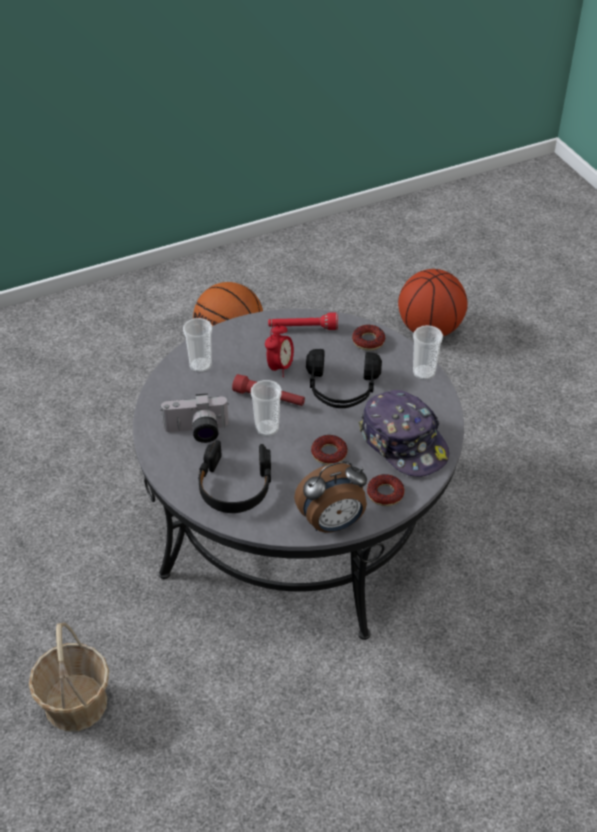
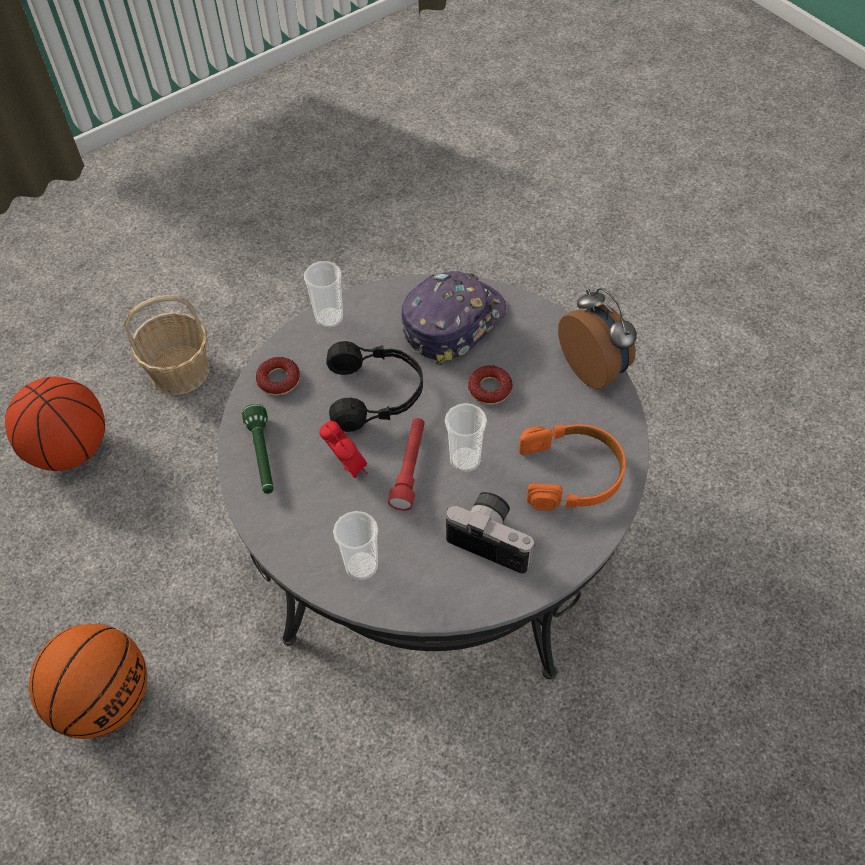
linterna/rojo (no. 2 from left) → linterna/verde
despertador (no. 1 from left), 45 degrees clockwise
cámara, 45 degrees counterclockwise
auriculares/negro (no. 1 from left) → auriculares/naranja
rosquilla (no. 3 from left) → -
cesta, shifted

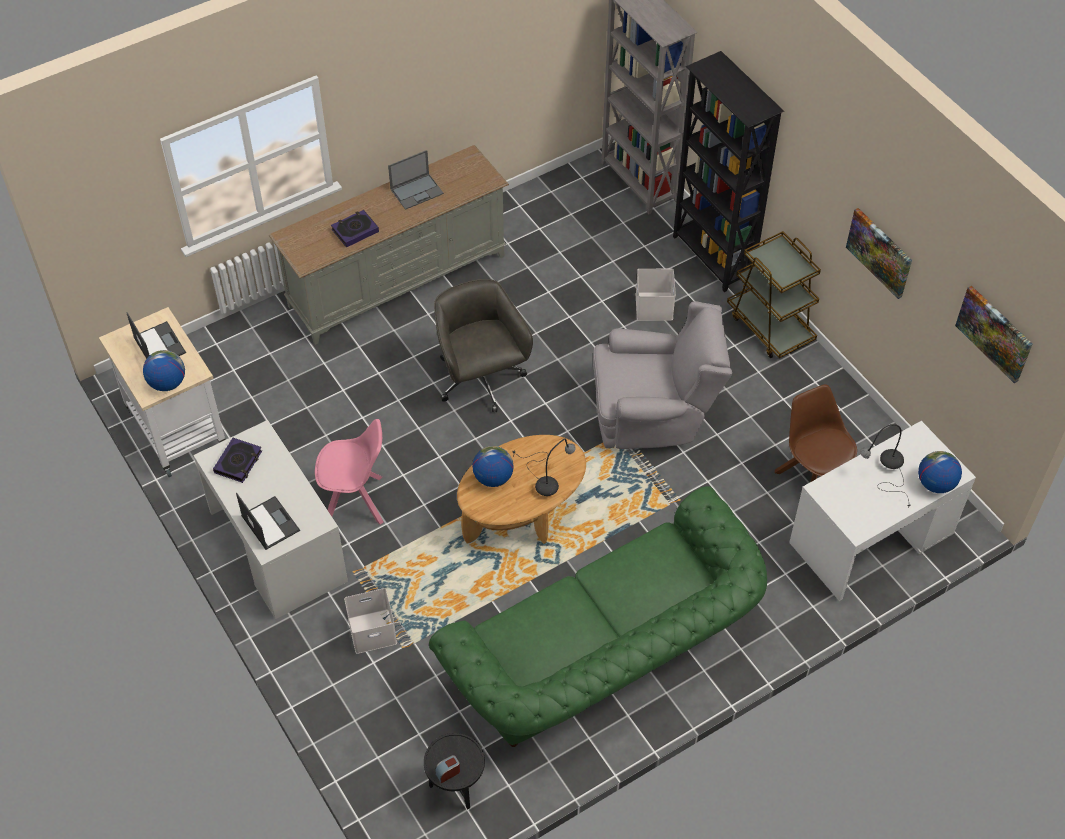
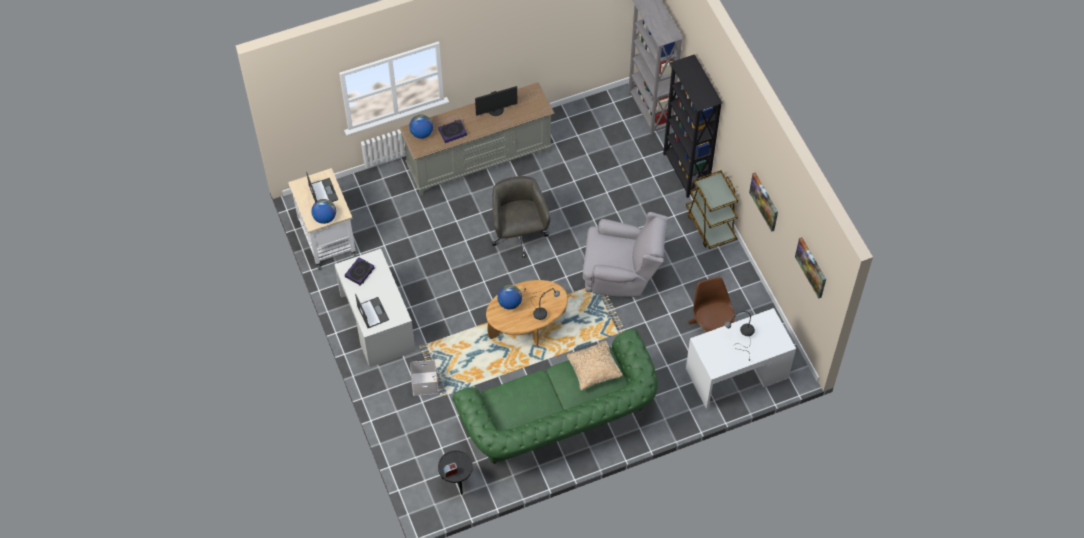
portátil (no. 3 from left) → monitor
caja de almacenaje/blanco (no. 2 from left) → -
silla/rosa → -
globo terráqueo (no. 3 from left in the first image) → globo terráqueo (no. 2 from left), shifted
- → cojín/beis

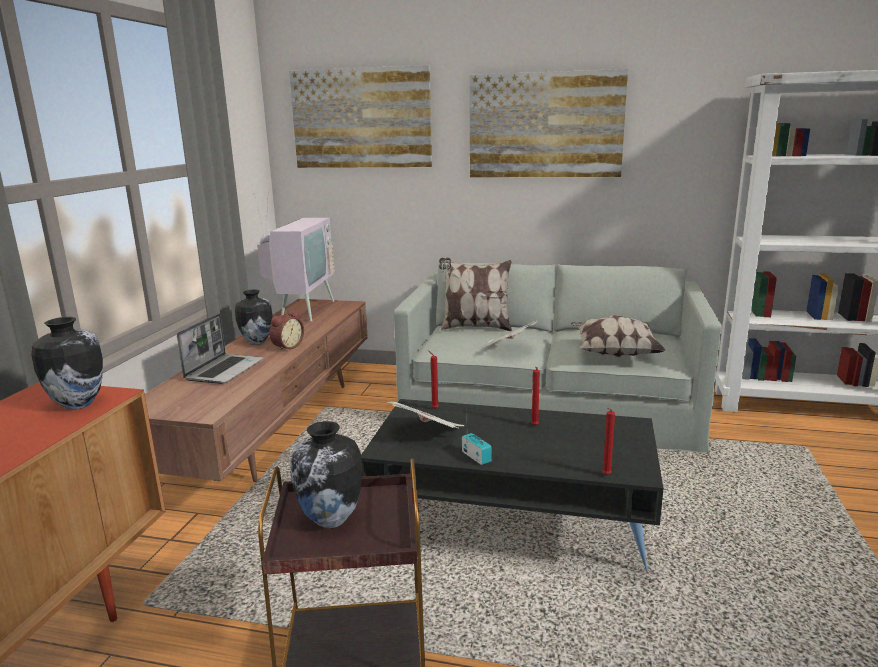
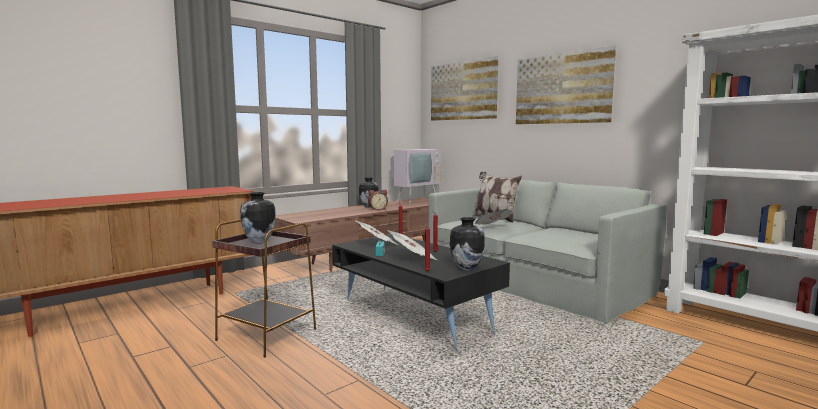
portátil → -
cojín (no. 2 from left) → -
florero (no. 1 from left in the first image) → florero (no. 3 from left), shifted
- → periódico (no. 2 from left)

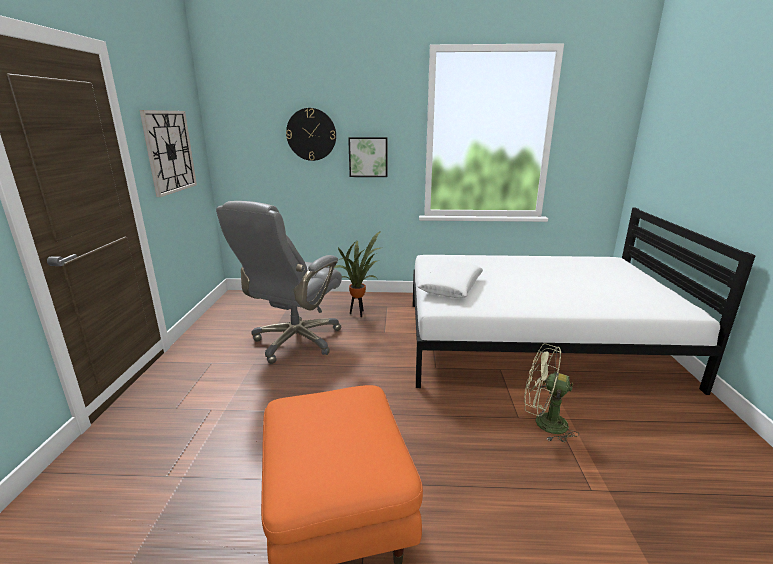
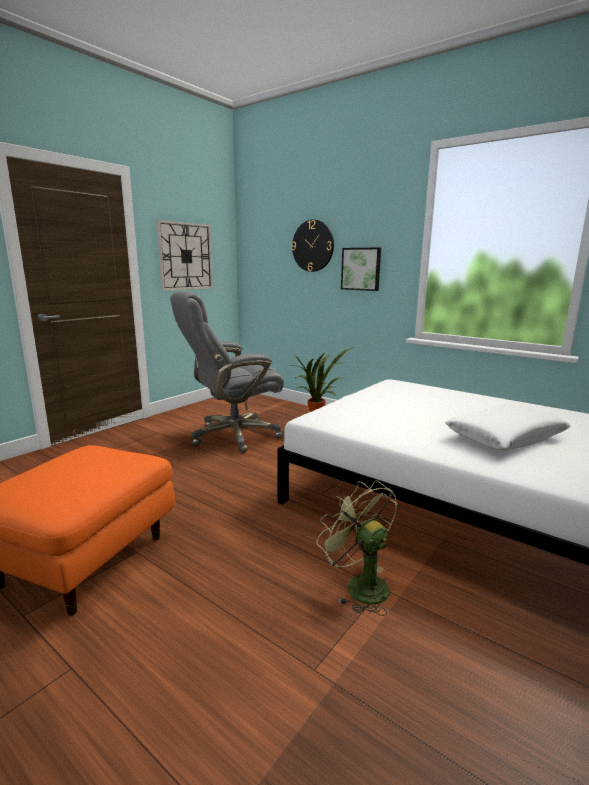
cojín/blanco, shifted

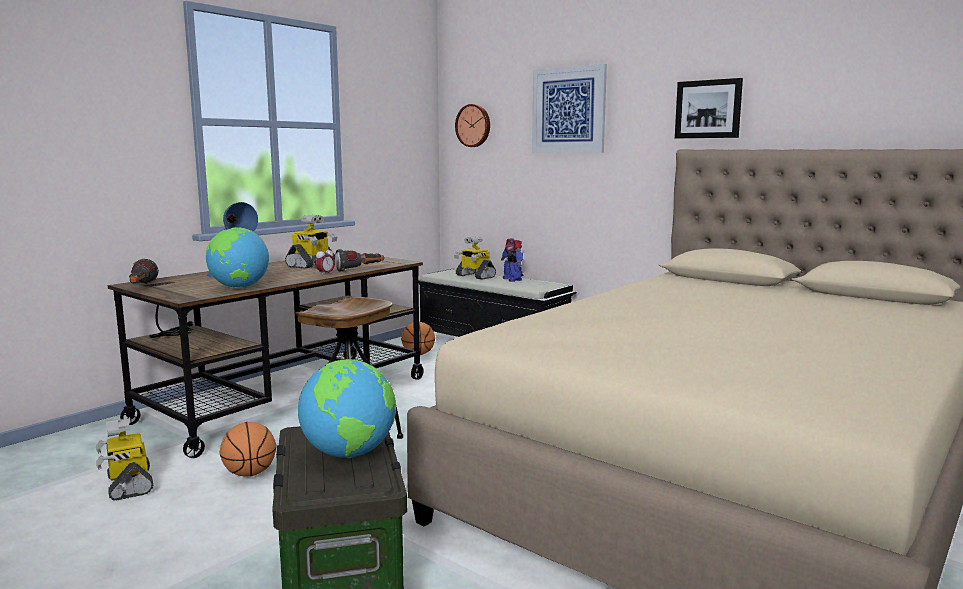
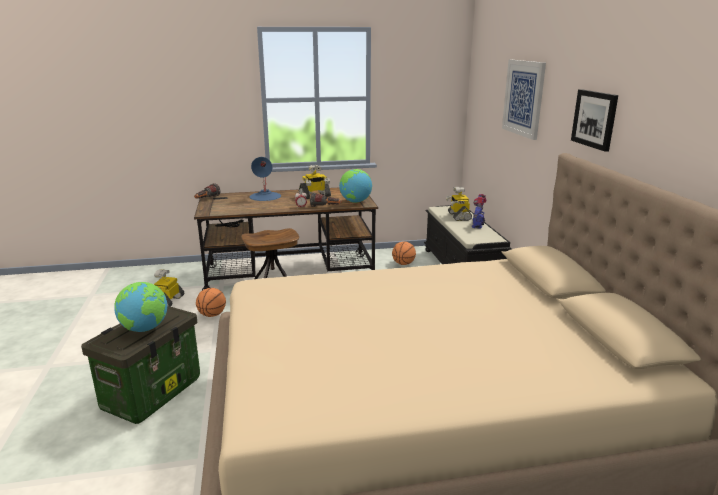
reloj de pared → -
globo terráqueo (no. 1 from left in the first image) → globo terráqueo (no. 2 from left), shifted

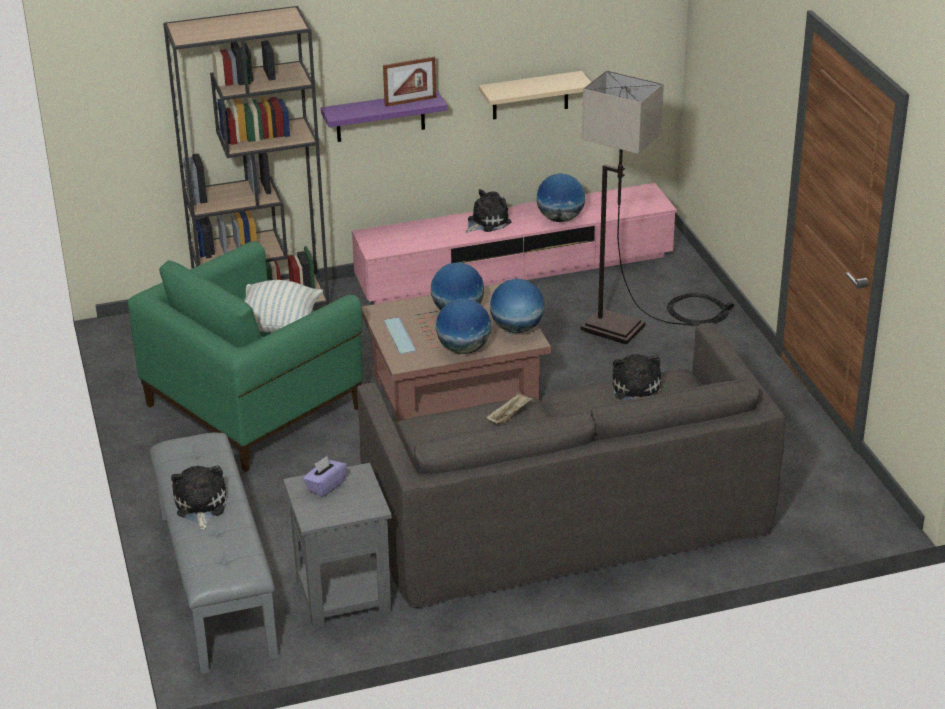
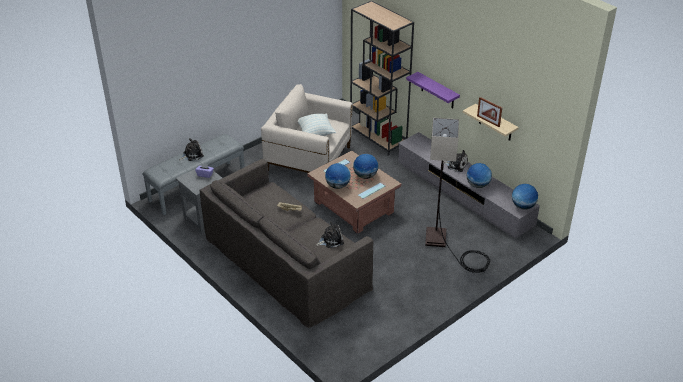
portarretratos, shifted
mueble de televisión/rosa → mueble de televisión/gris
sillón/verde → sillón/beis
globo terráqueo (no. 3 from left in the first image) → globo terráqueo (no. 4 from left), shifted

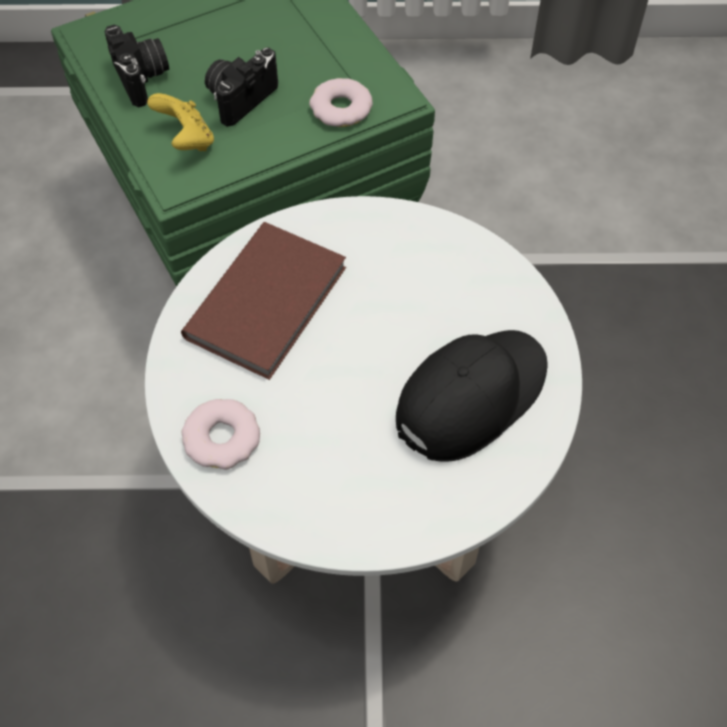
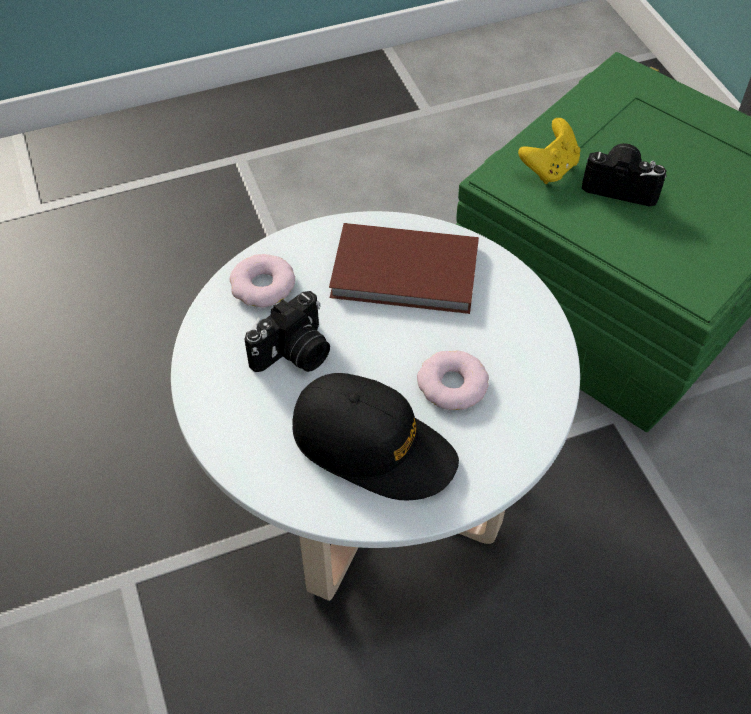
cámara (no. 1 from left), shifted
rosquilla (no. 2 from left), shifted

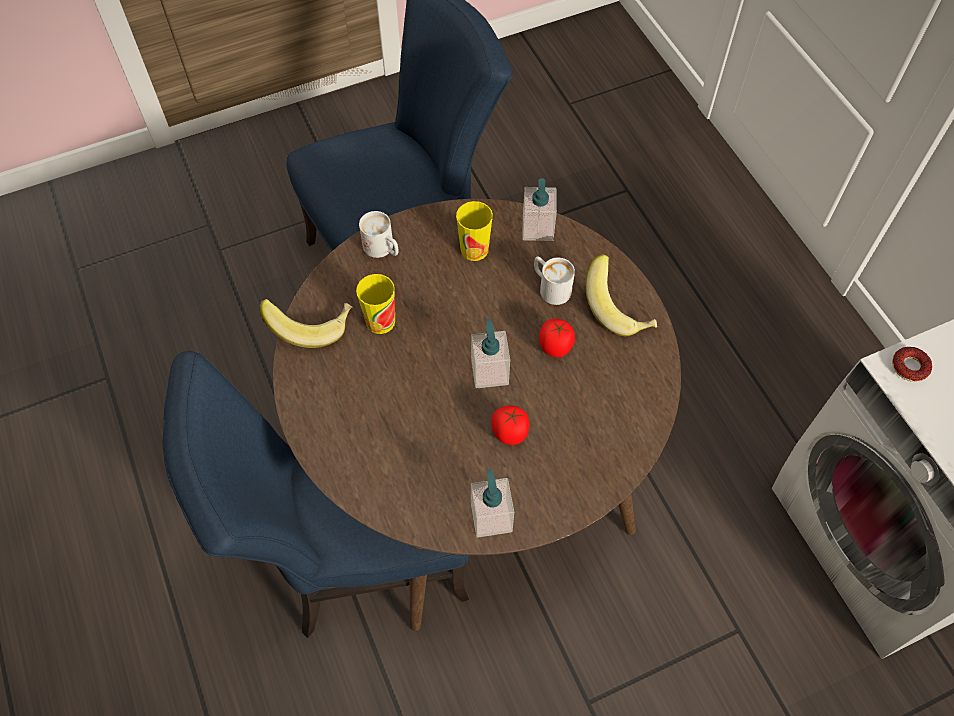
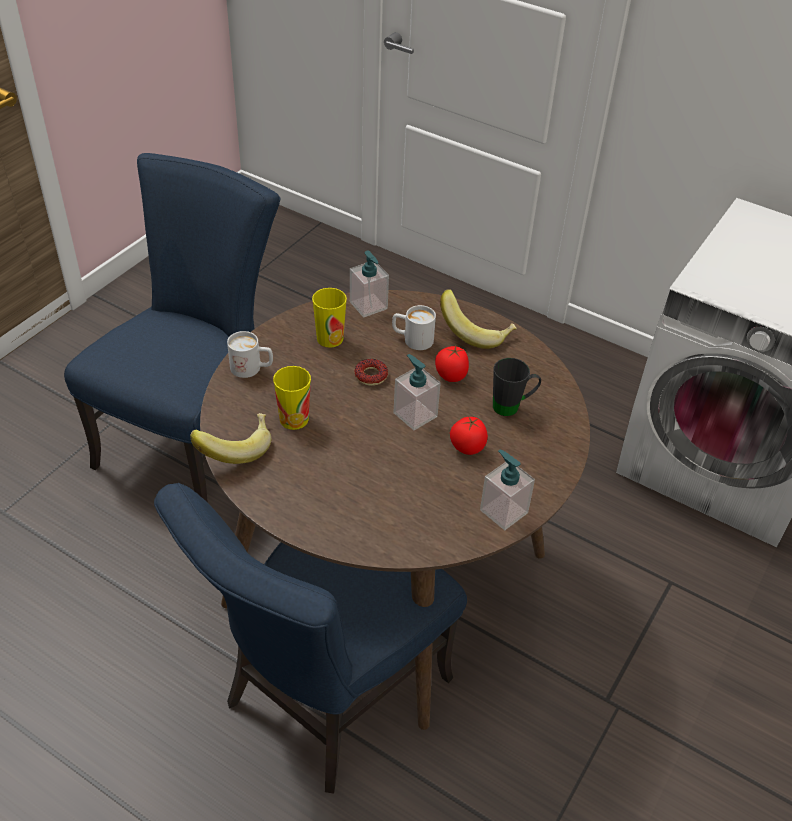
rosquilla, shifted
- → taza grande/negro

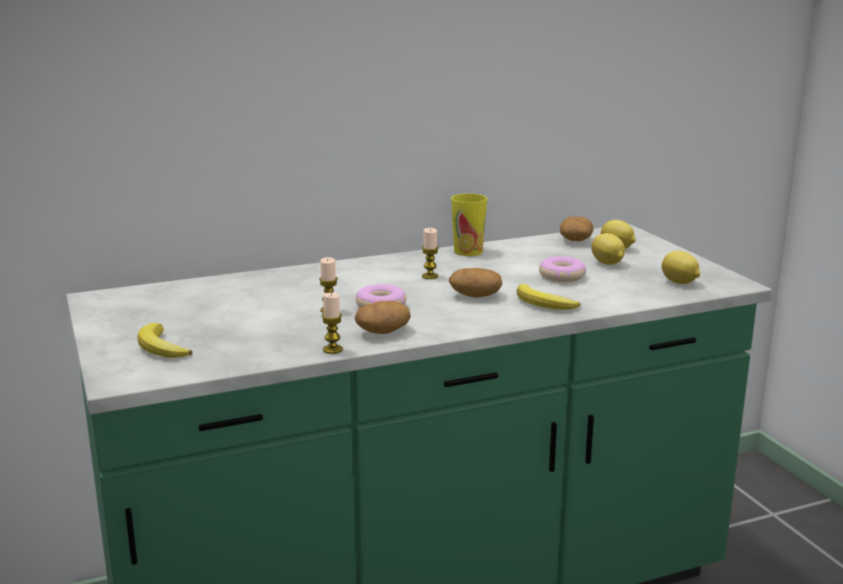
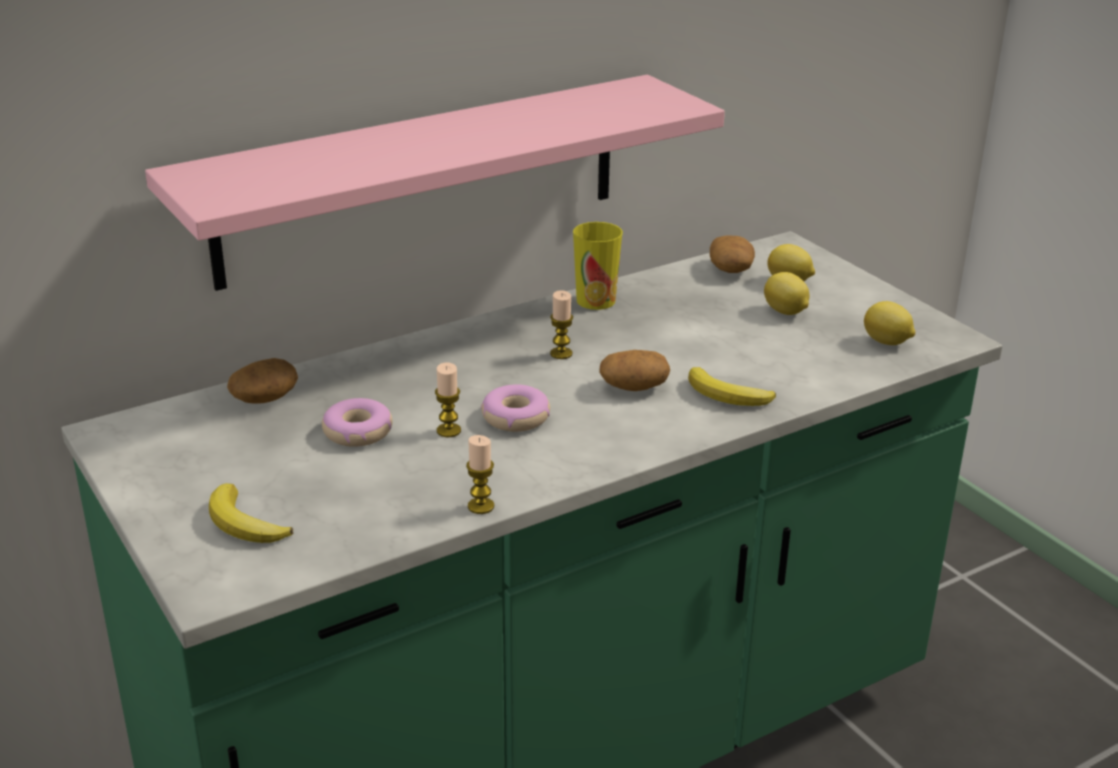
rosquilla (no. 2 from left in the first image) → rosquilla (no. 1 from left), shifted
patata (no. 1 from left), shifted
- → estante/rosa

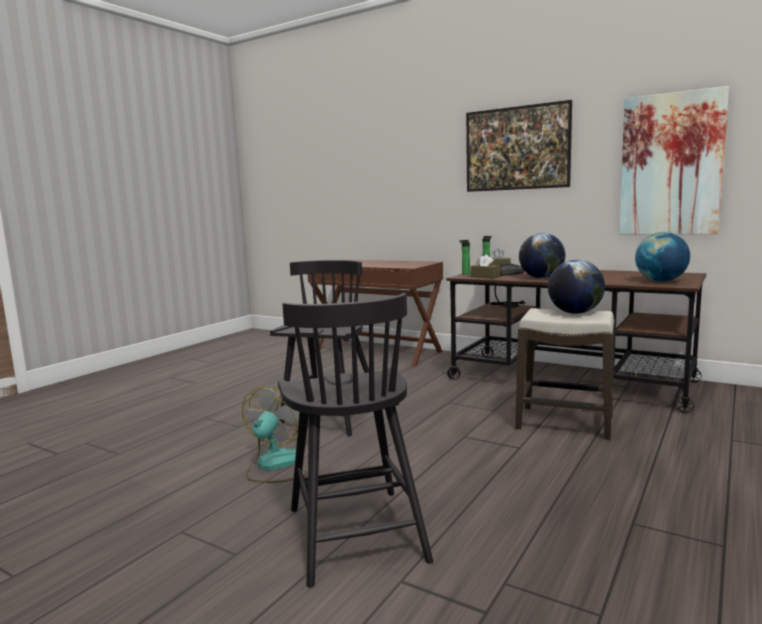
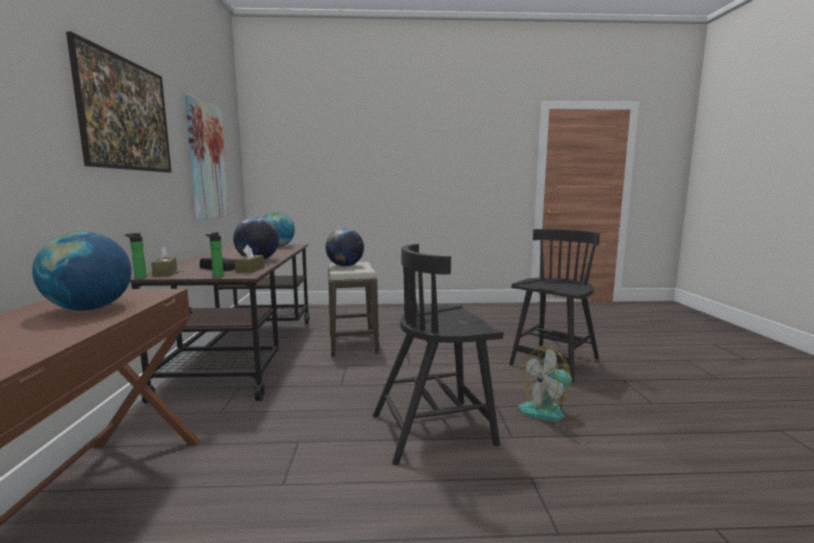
- → globo terráqueo (no. 1 from left)

